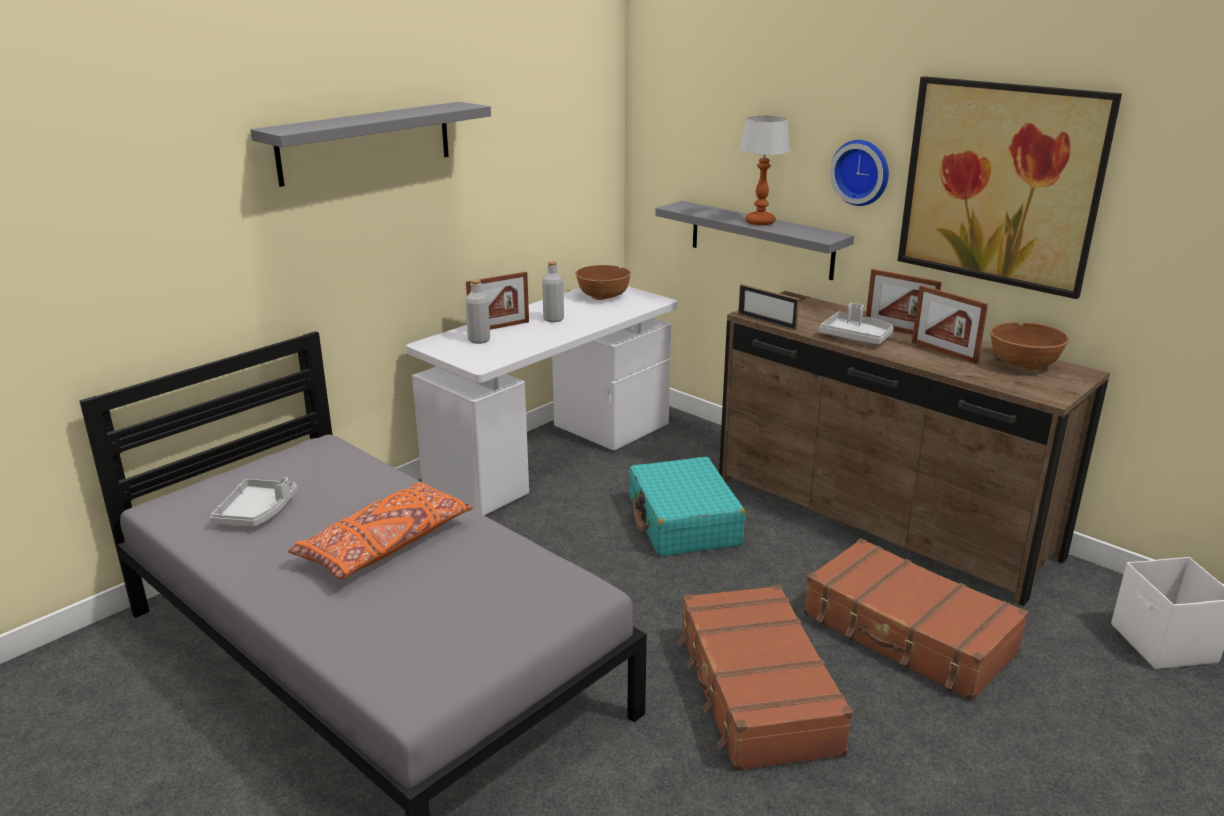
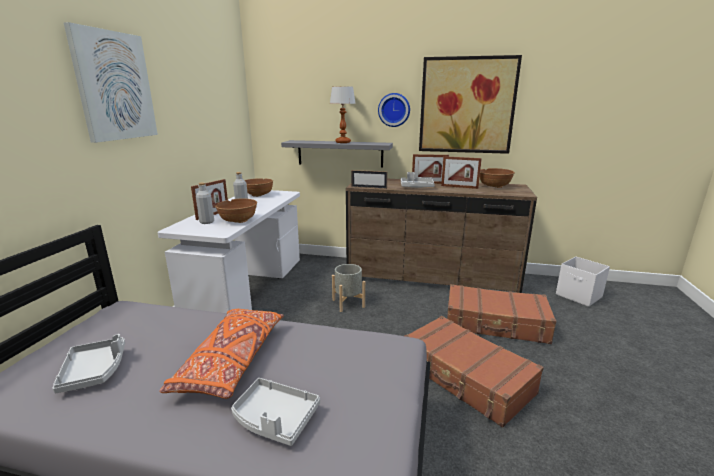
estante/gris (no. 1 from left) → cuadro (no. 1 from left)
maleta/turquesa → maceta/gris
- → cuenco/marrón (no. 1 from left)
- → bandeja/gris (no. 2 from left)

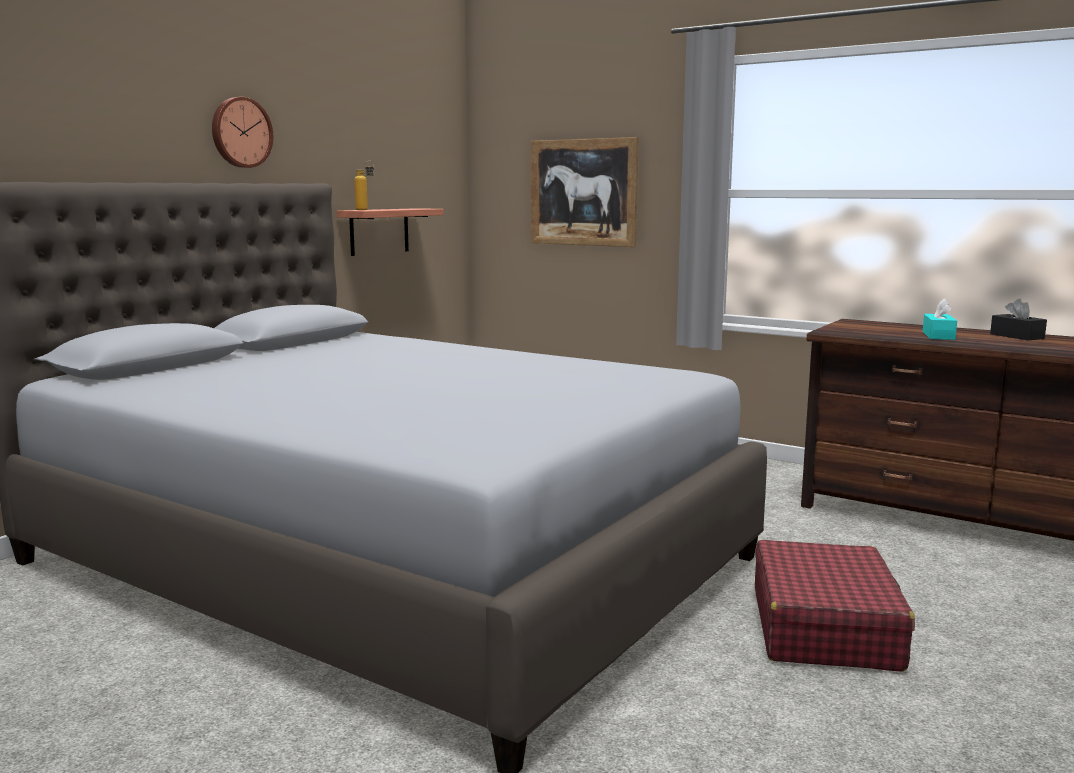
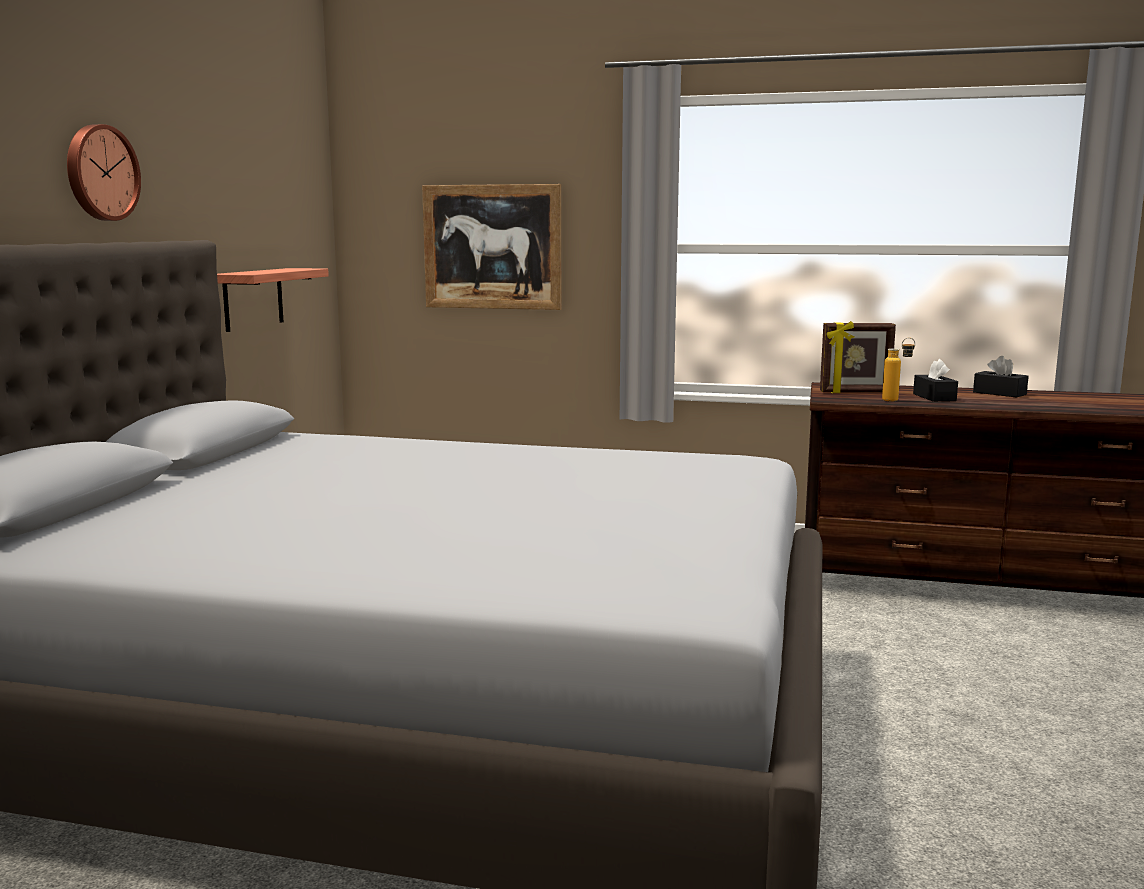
botella, shifted
caja de pañuelos/turquesa → caja de pañuelos/negro (no. 1 from left)
maleta/rojo → -
- → portarretratos

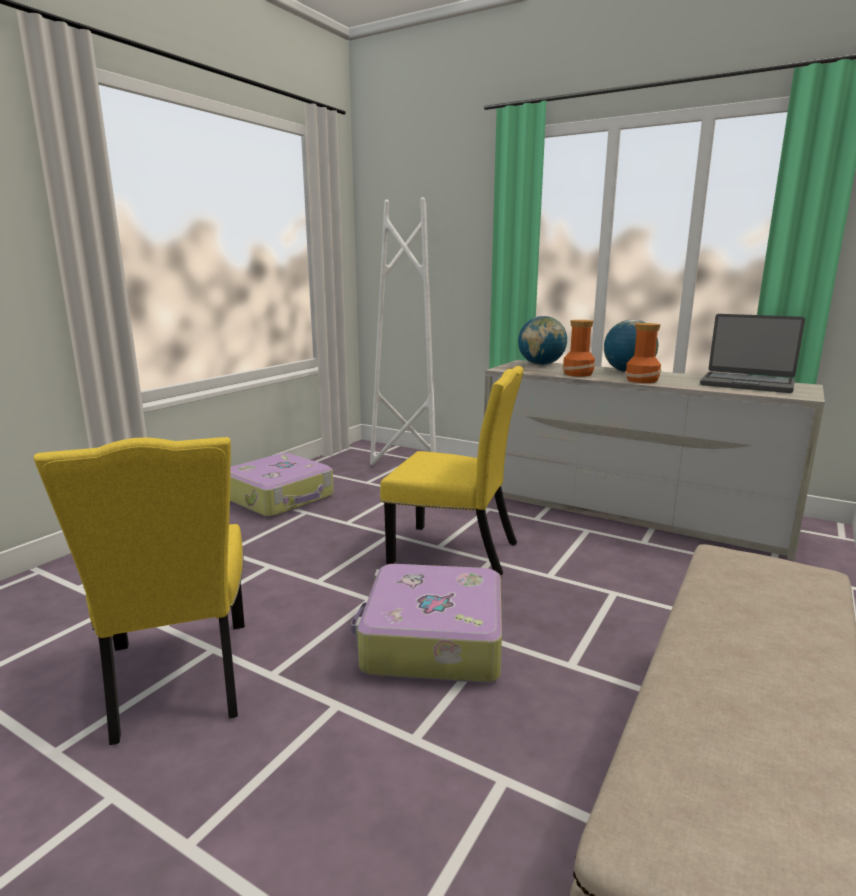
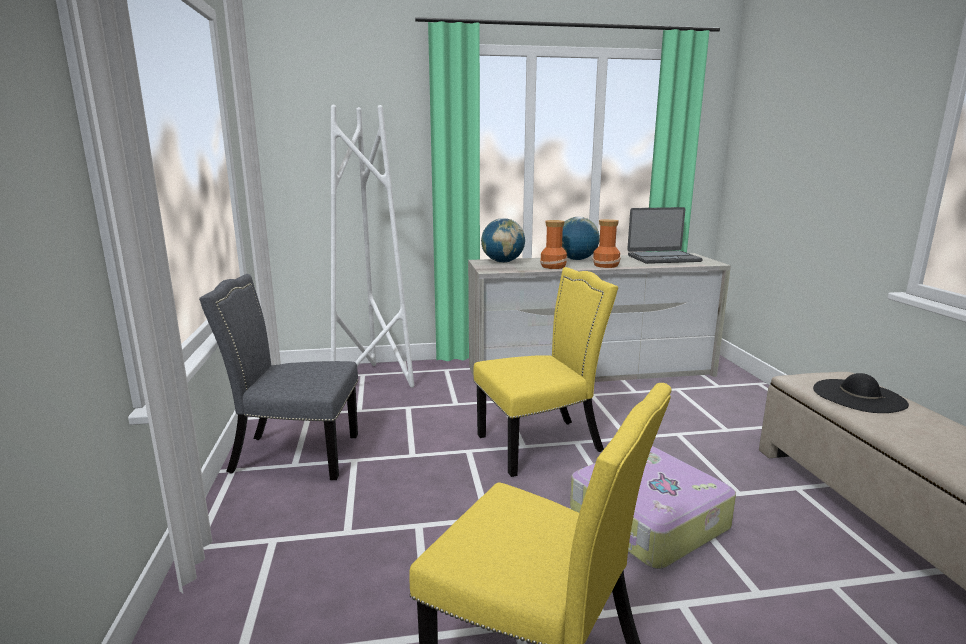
maleta (no. 1 from left) → silla/gris
- → sombrero/negro

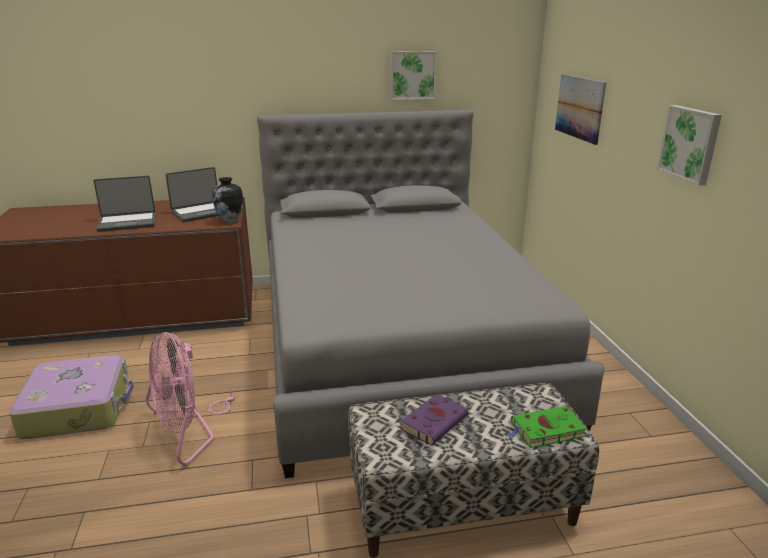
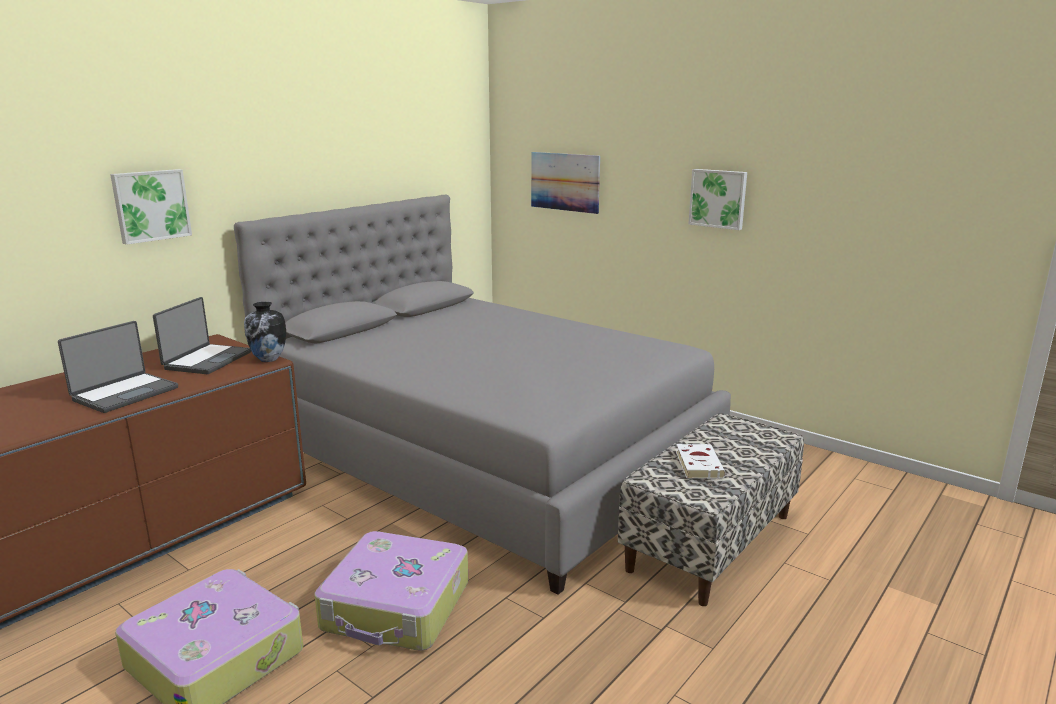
cuadro (no. 1 from left), shifted
ventilador/rosa → maleta (no. 2 from left)
libro/morado → libro/blanco
libro/verde → -

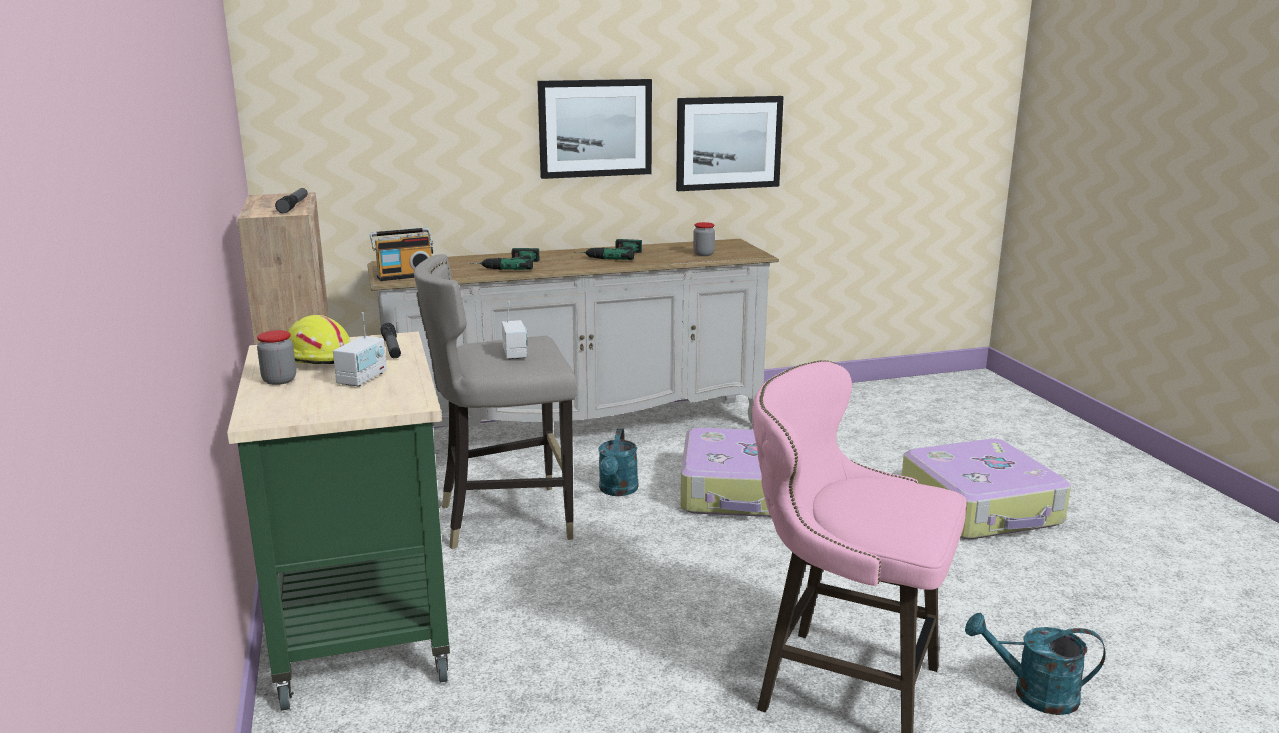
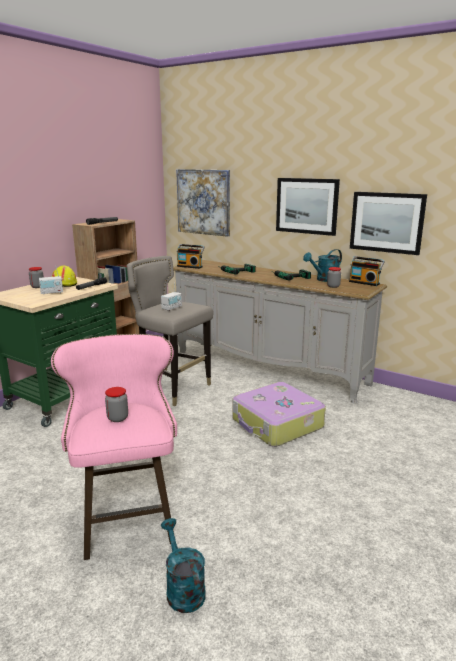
regadera/turquesa (no. 1 from left in the first image) → regadera/turquesa (no. 2 from left), shifted
maleta (no. 2 from left) → -
- → cuadro (no. 1 from left)
- → radio (no. 4 from left)
- → tarro (no. 2 from left)

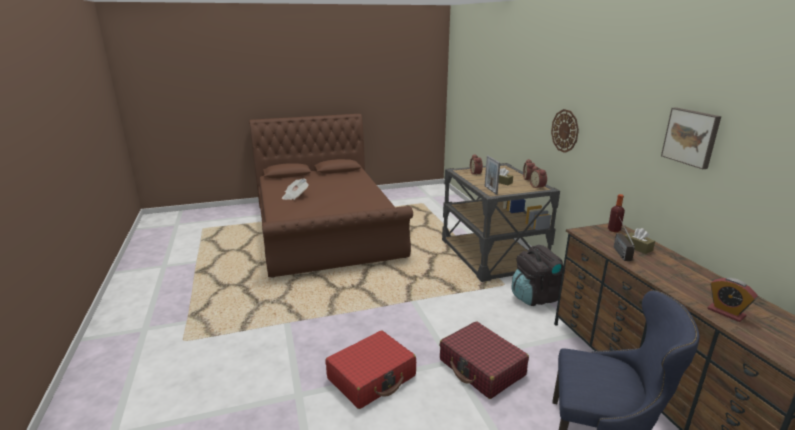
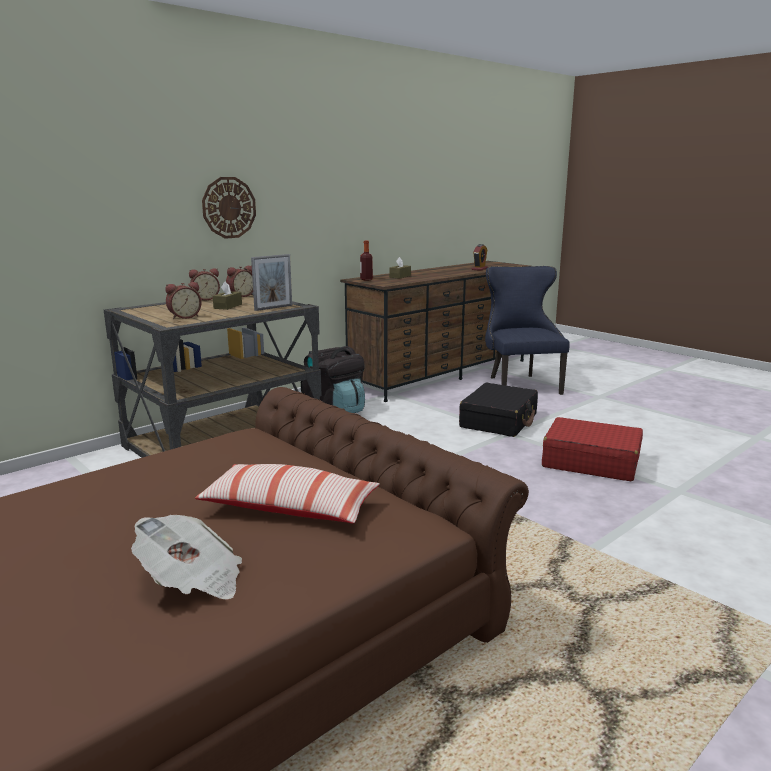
cuadro → -
radio → -
maleta/rojo (no. 2 from left) → maleta/negro
- → cojín

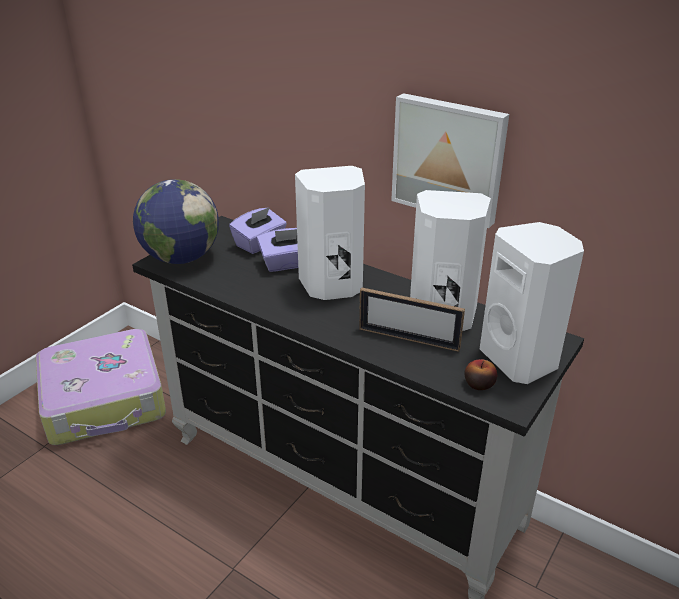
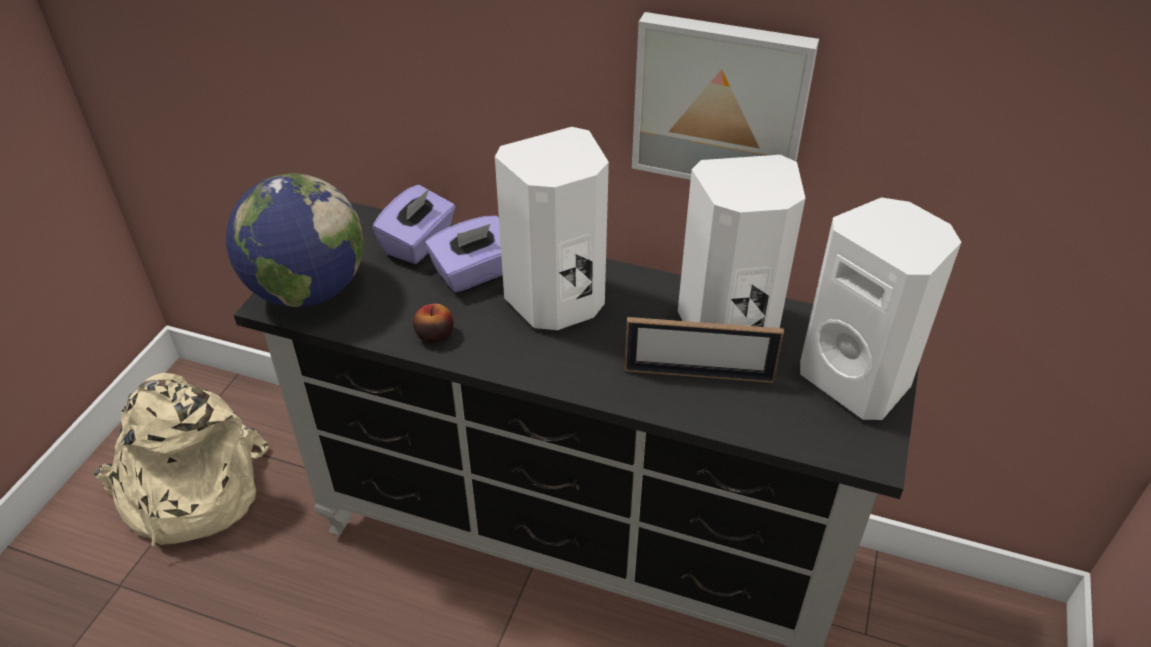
maleta → mochila/beis
manzana, shifted

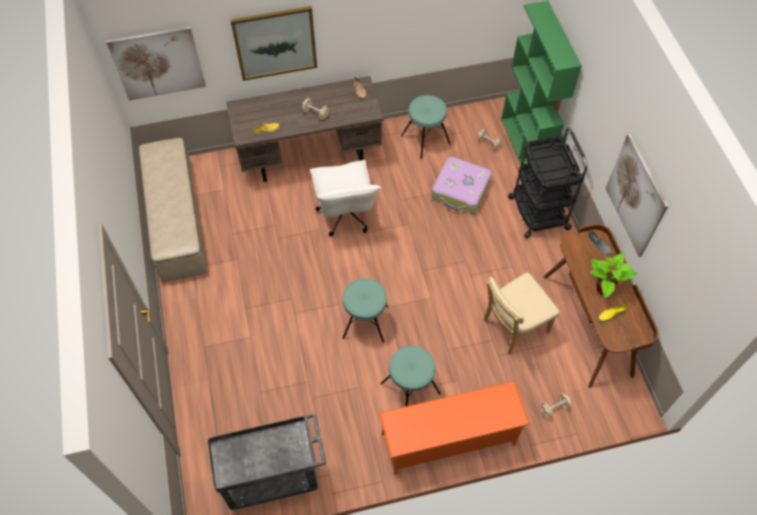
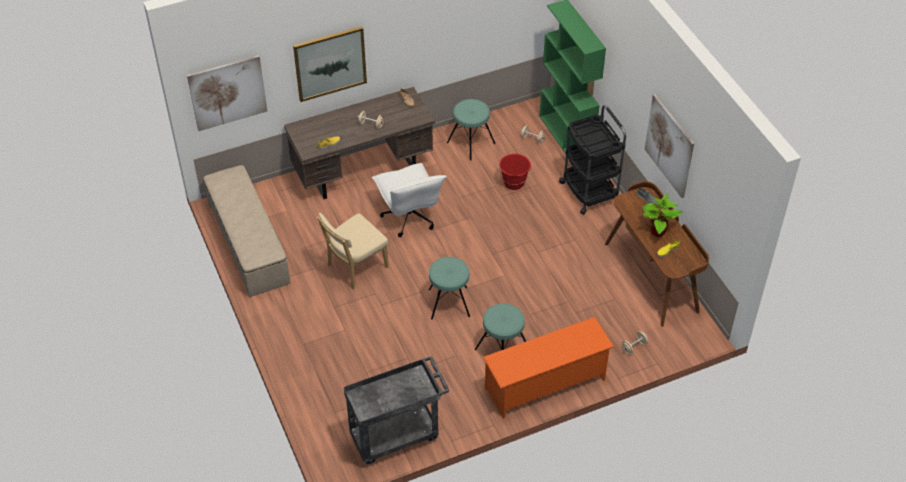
maleta → cubo/rojo
silla/beis, shifted

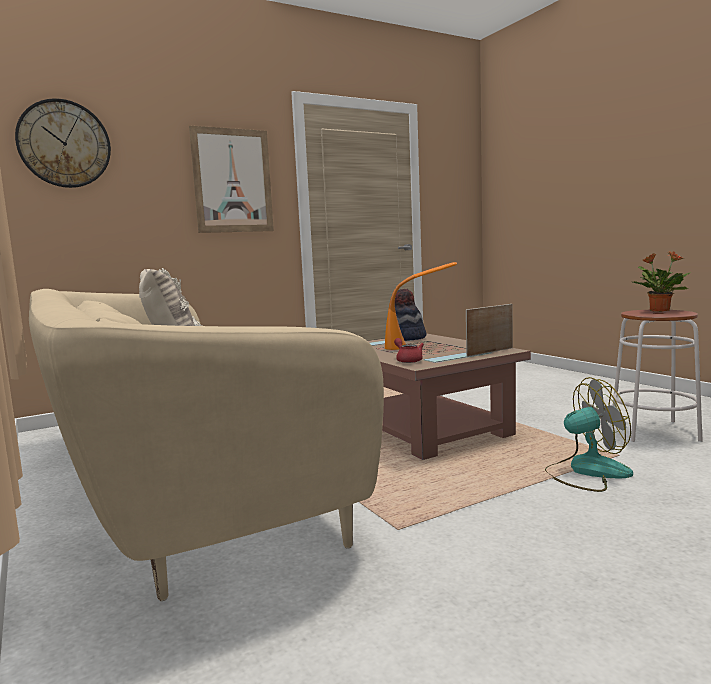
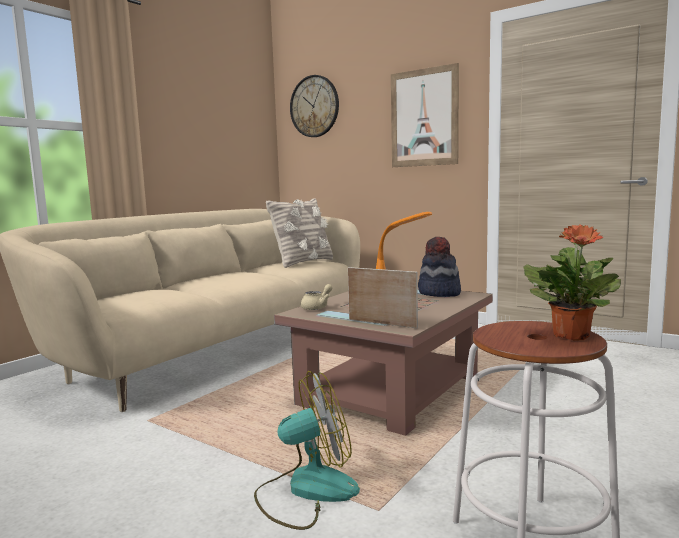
tetera/rojo → tetera/beis
ventilador, 75 degrees counterclockwise

